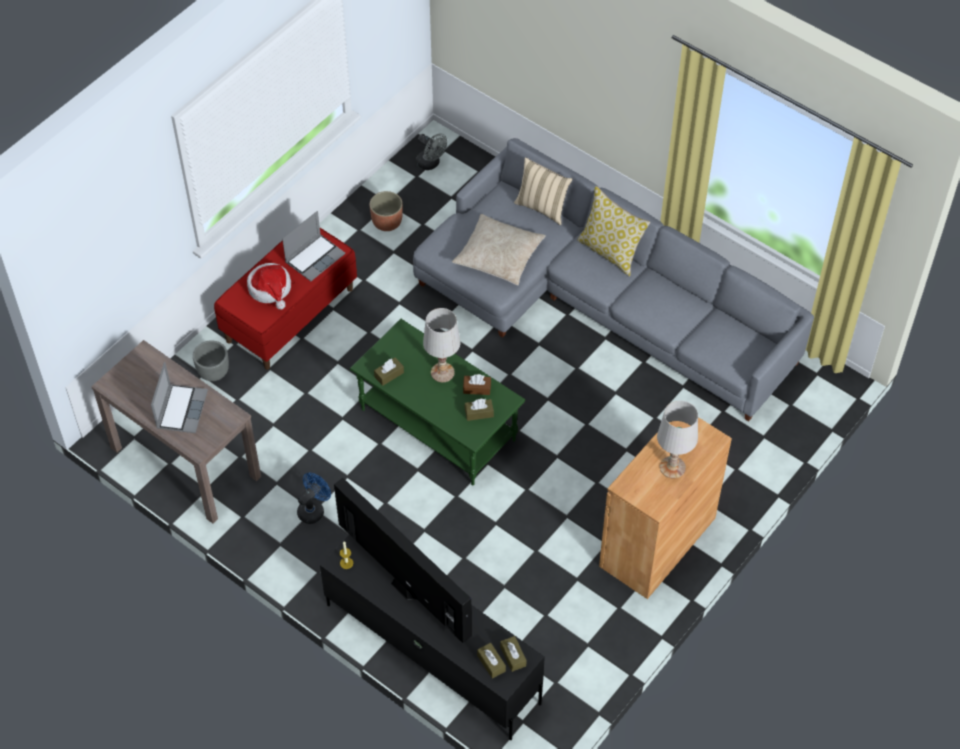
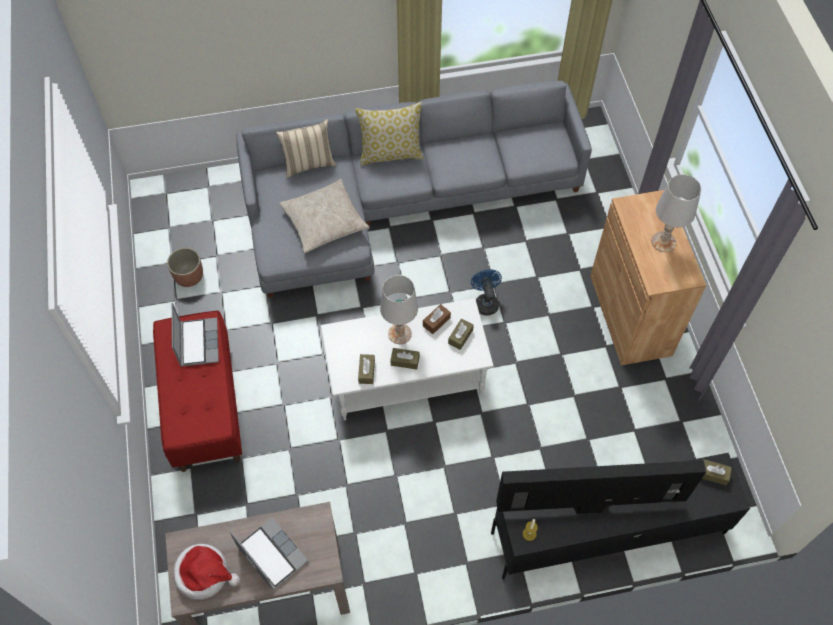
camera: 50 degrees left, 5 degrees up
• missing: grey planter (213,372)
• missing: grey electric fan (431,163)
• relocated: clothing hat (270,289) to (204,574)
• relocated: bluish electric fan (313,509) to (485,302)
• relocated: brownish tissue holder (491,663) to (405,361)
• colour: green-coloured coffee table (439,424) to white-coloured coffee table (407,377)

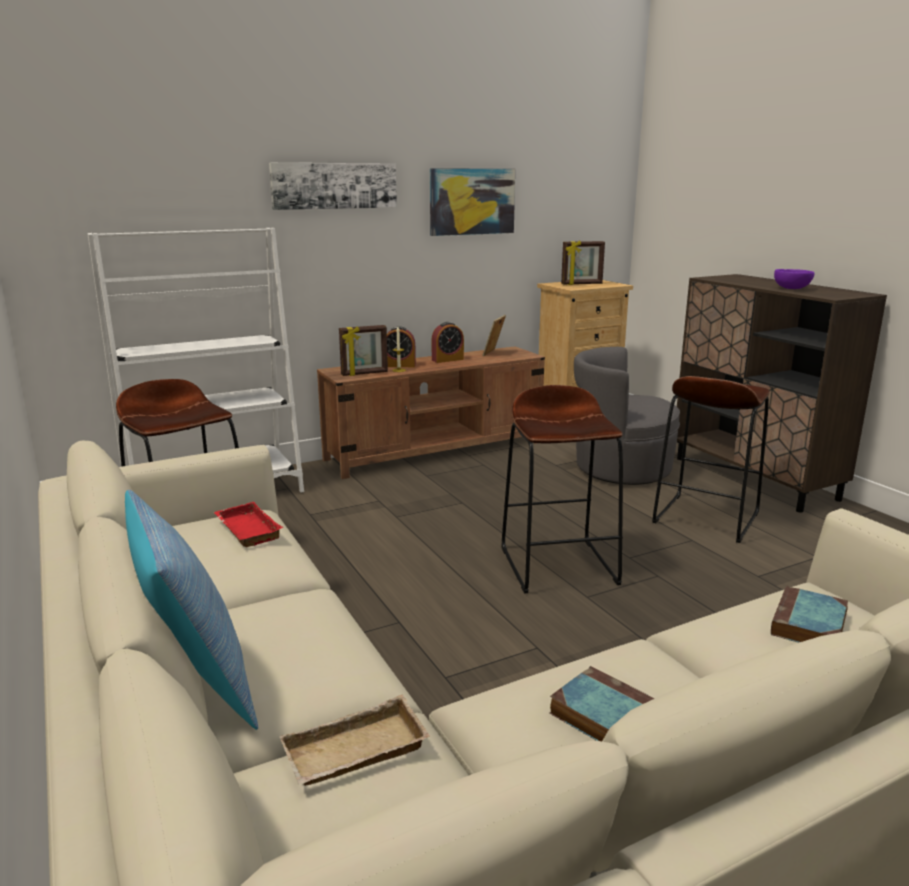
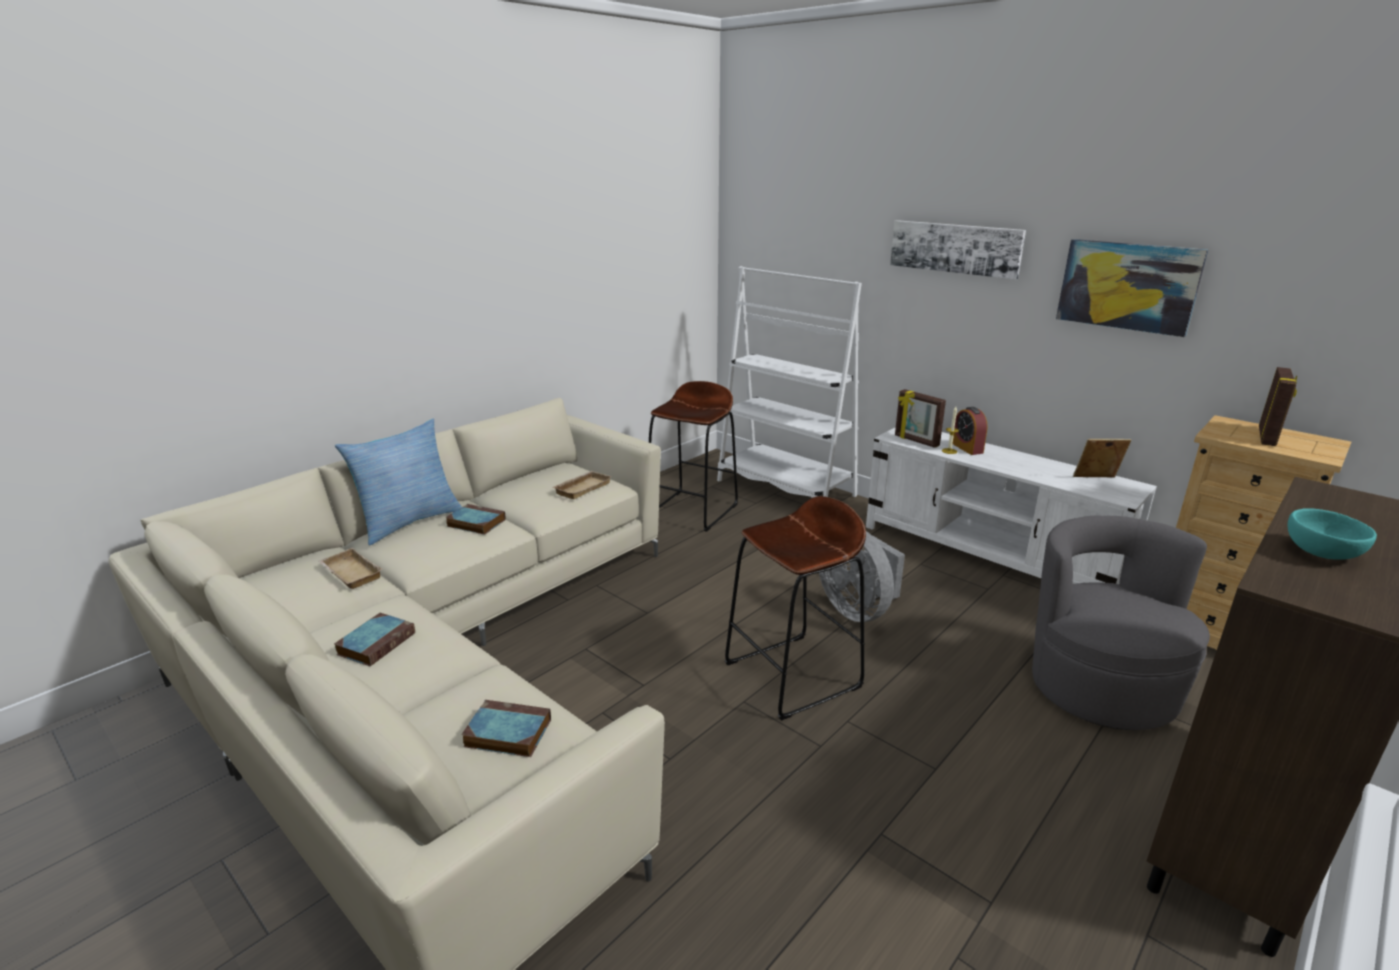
camera: 70 degrees right, 5 degrees up
• missing: alarm clock (447,360)
• missing: brownish stool (705,517)
• appeared: bound book (475,523)
• appeared: grey electric fan (857,609)
• colour: red tray (245,530) to sand-coloured tray (582,488)
• colour: brownish media console (436,451) to white-coloured media console (989,555)
• colour: purple bowl (791,288) to turquoise bowl (1319,552)
• spun: standing frame (582,284) = (1267,437) 120 degrees counterclockwise

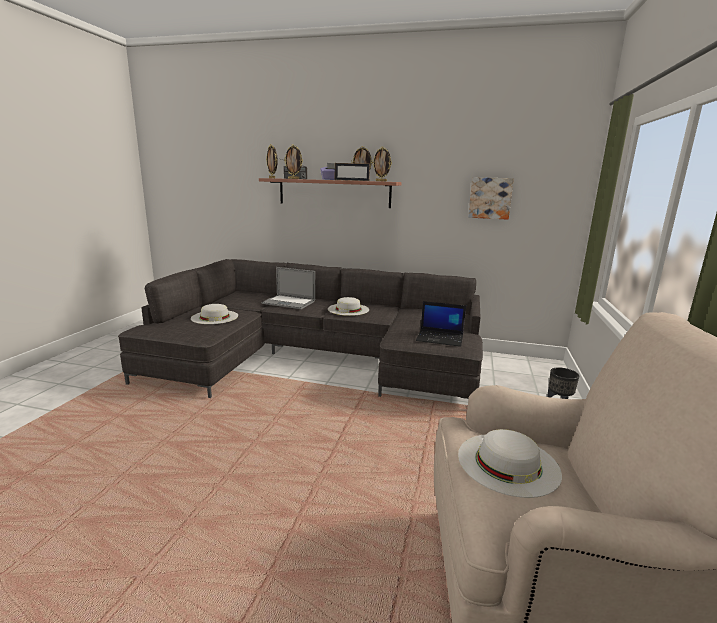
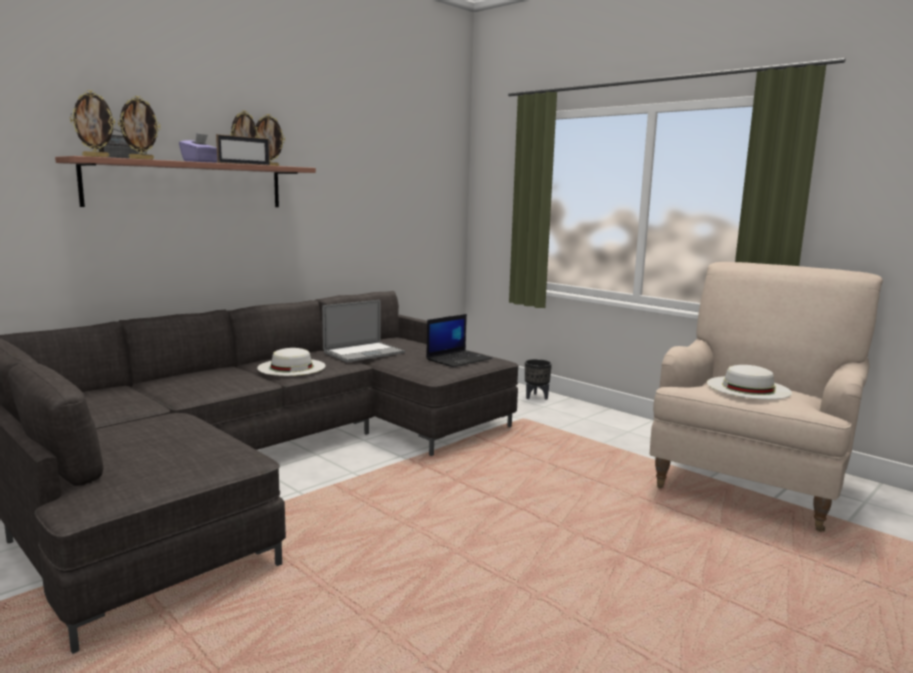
camera: 60 degrees left, 5 degrees down
• missing: white-coloured clothing hat (214,317)
• missing: wall picture (490,198)
• relocated: portable computer (288,302) to (364,353)

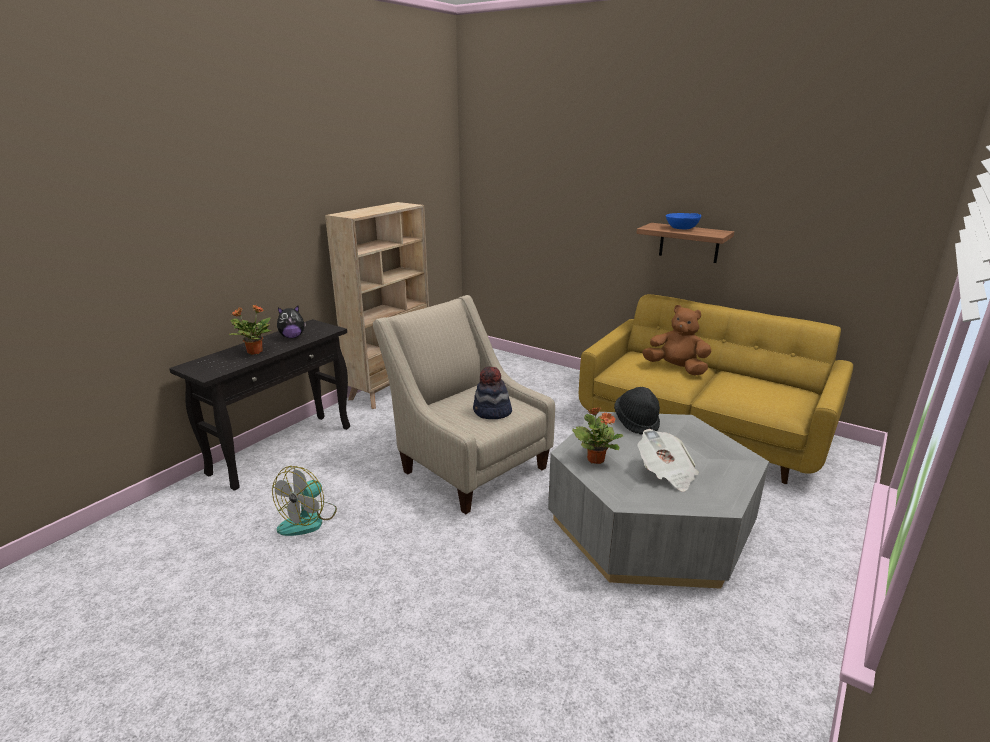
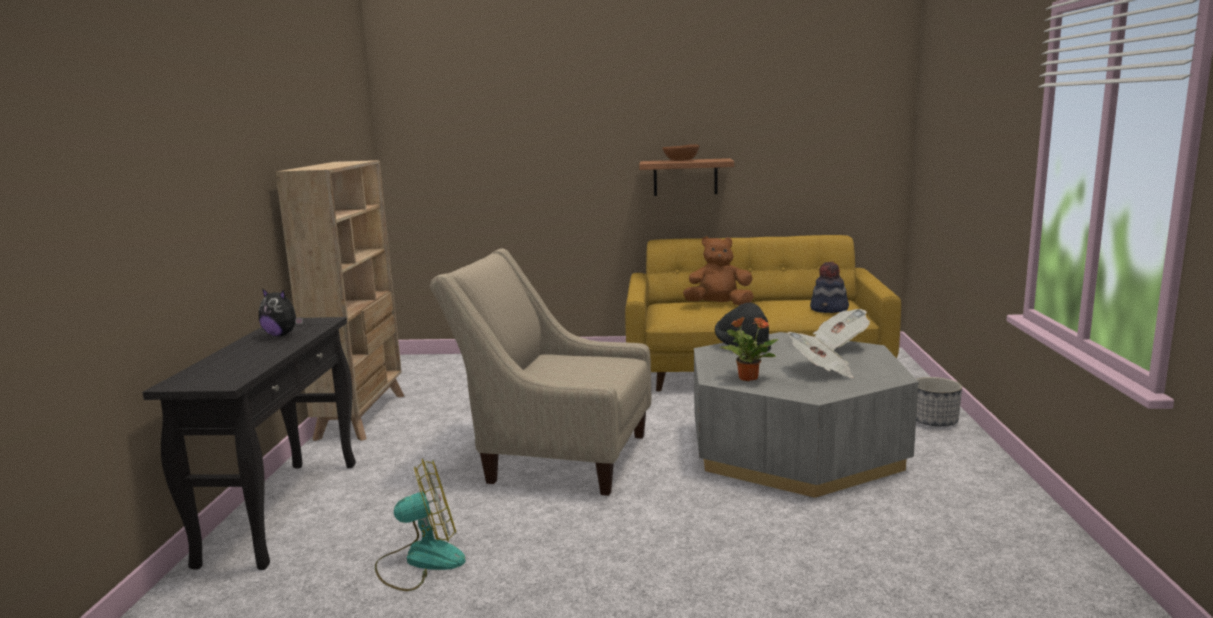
camera: 30 degrees left, 10 degrees down
• missing: houseplant (254,352)
• appeared: newspaper (835,346)
• appeared: planter (934,421)
• relocated: clothing hat (492,412) to (829,309)
• colour: bluish bowl (681,228) to brownish bowl (680,160)
• spun: electric fan (308,520) = (420,561) 105 degrees counterclockwise
• spun: plush toy (292,337) = (282,335) 75 degrees clockwise

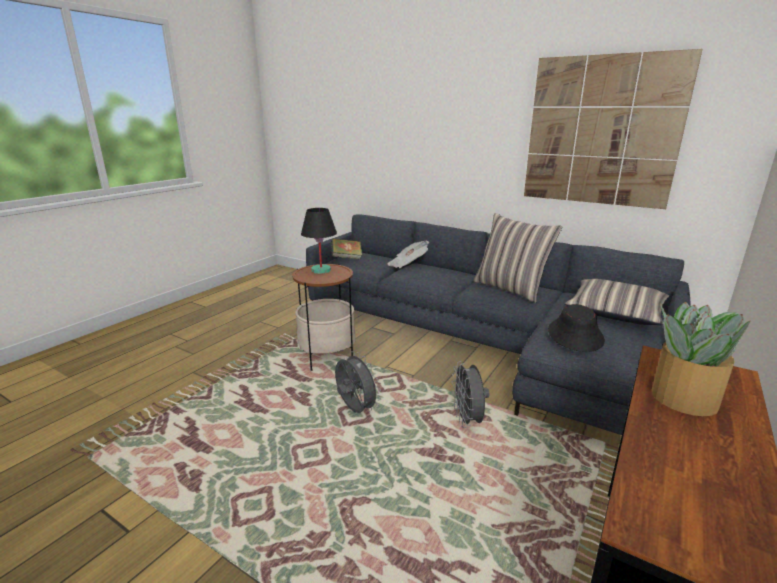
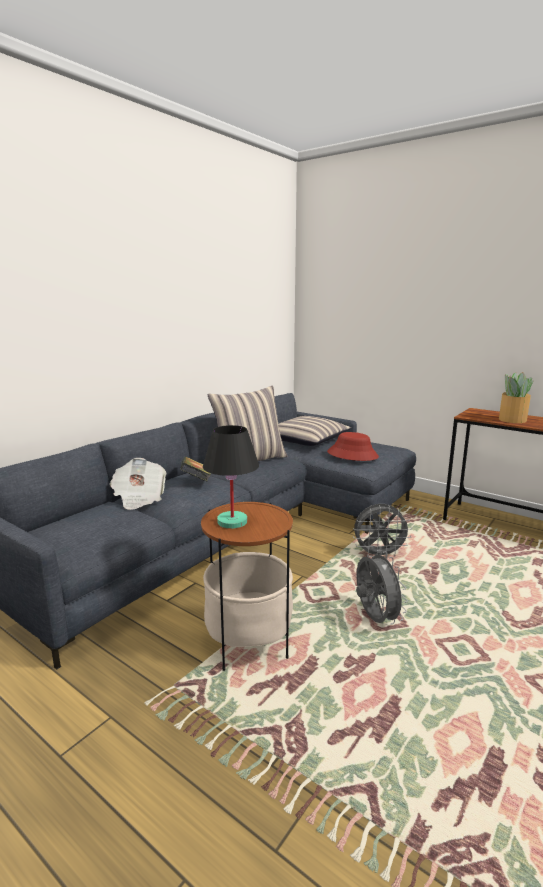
camera: 85 degrees left, 5 degrees down
• missing: wall picture (601,132)
• relocated: bound book (346,258) to (196,481)
• colour: black clothing hat (575,335) to red clothing hat (352,454)
• spun: grey electric fan (355,410) = (374,618) 105 degrees clockwise

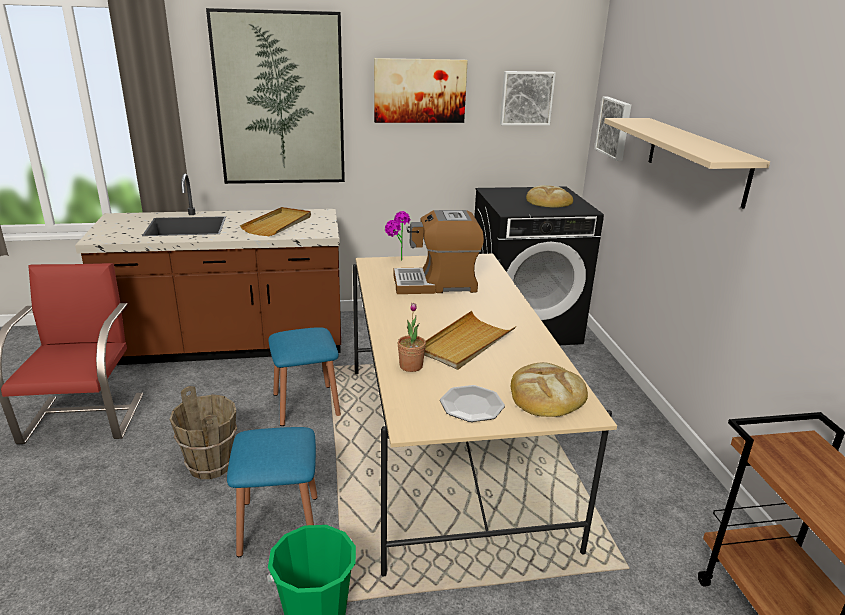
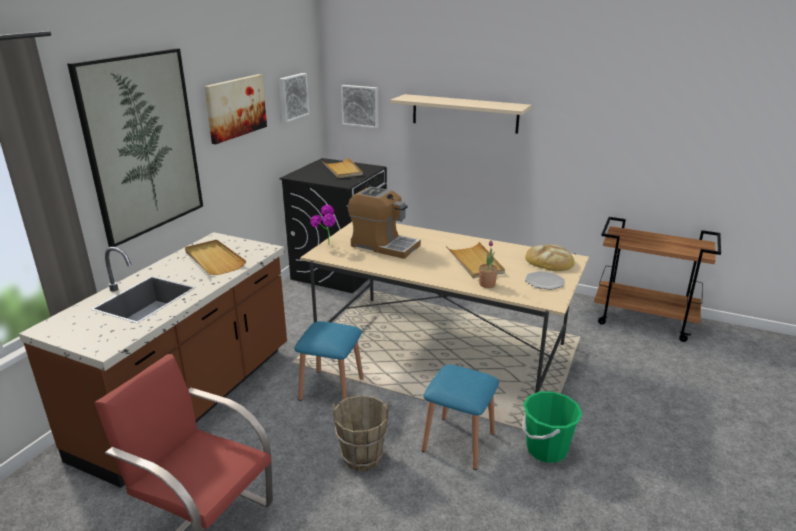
camera: 55 degrees left, 0 degrees up
• exchanged: bread (548,201) to sand-coloured tray (342,170)
• spun: coffee brewer (436,284) = (384,246) 90 degrees counterclockwise

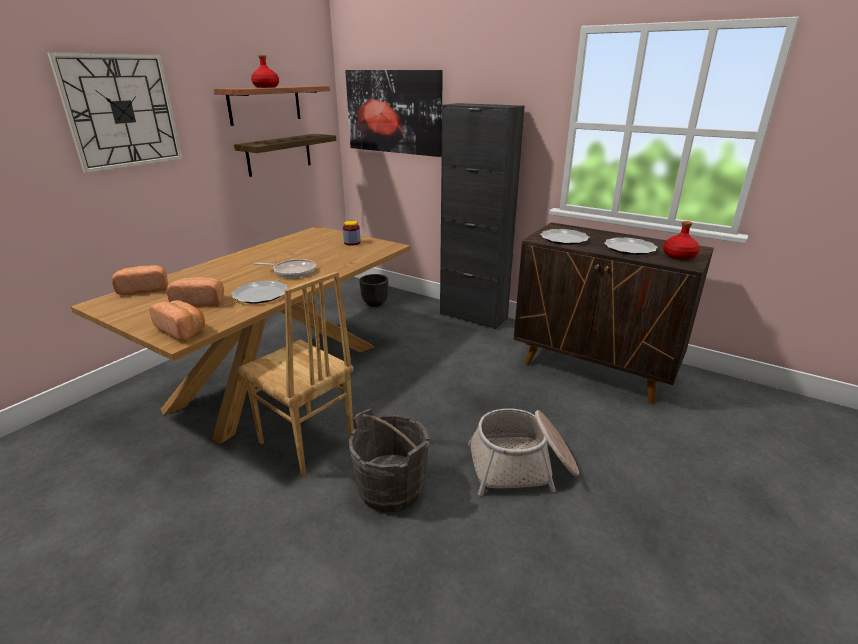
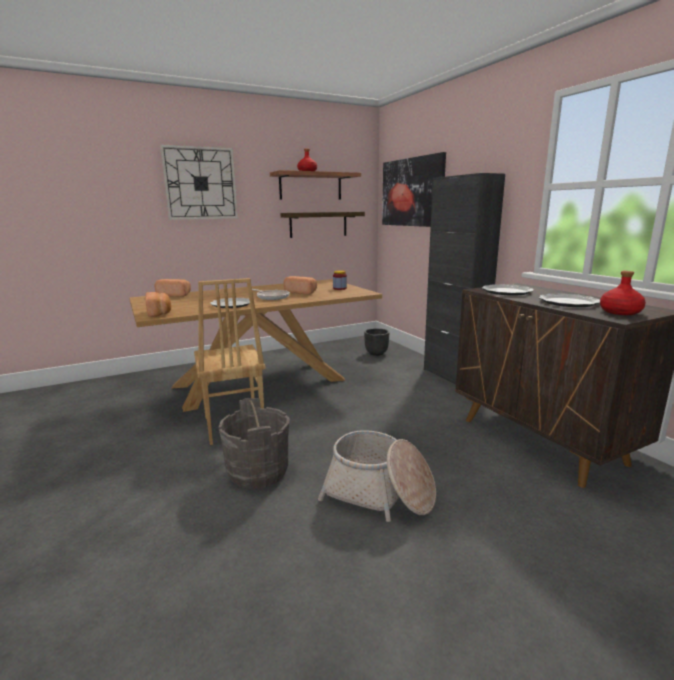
camera: 30 degrees right, 10 degrees down
• relocated: bread (200,302) to (302,292)

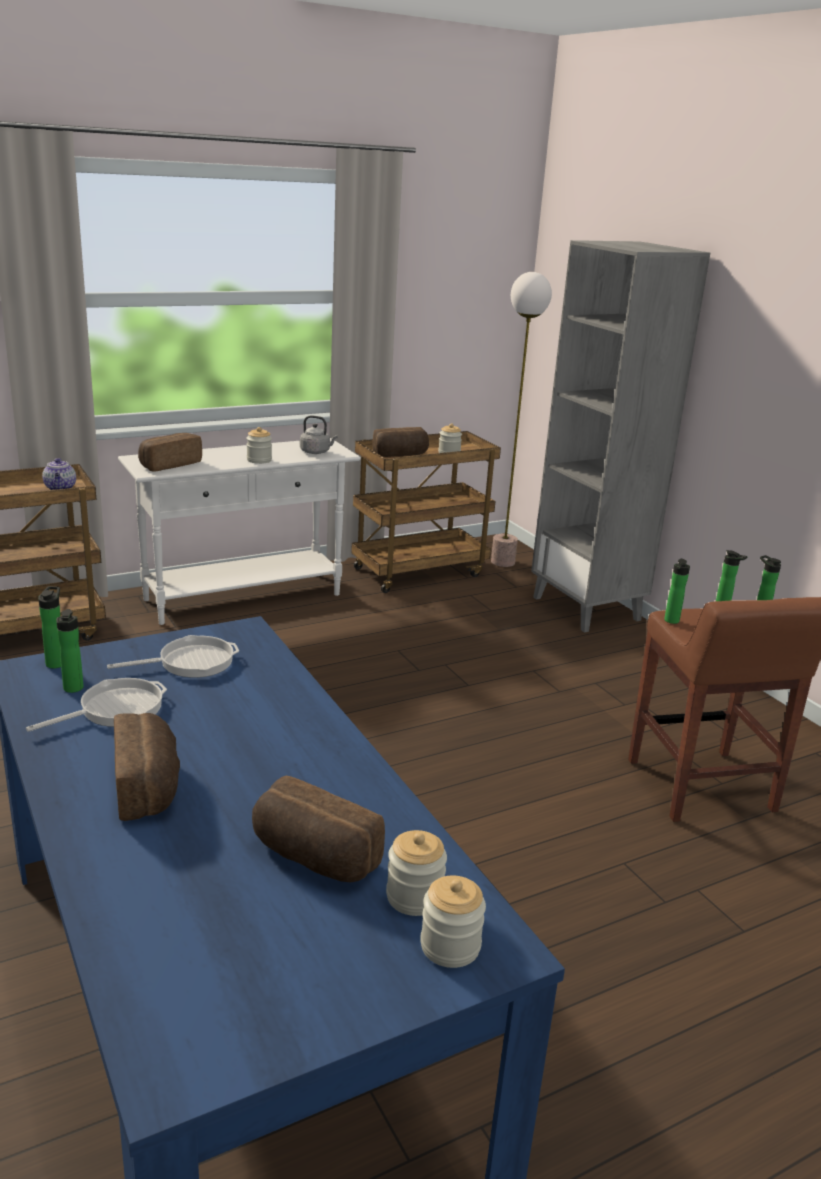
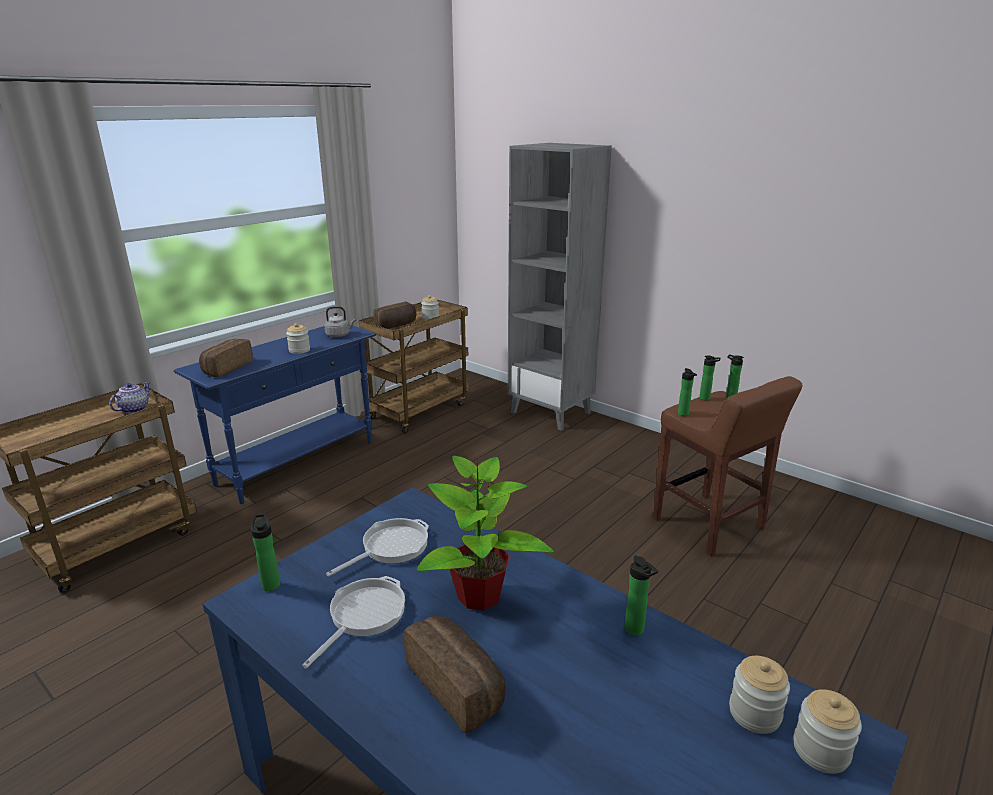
camera: 20 degrees left, 0 degrees up
• missing: bread (313,858)
• missing: floor lamp (503,562)
• appeared: houseplant (479,596)
• relocated: beverage bottle (73,689) to (636,631)
• colour: white-coloured console table (244,597) to bluish console table (298,463)
• spun: pot for tea (60,488) = (134,409) 120 degrees counterclockwise

